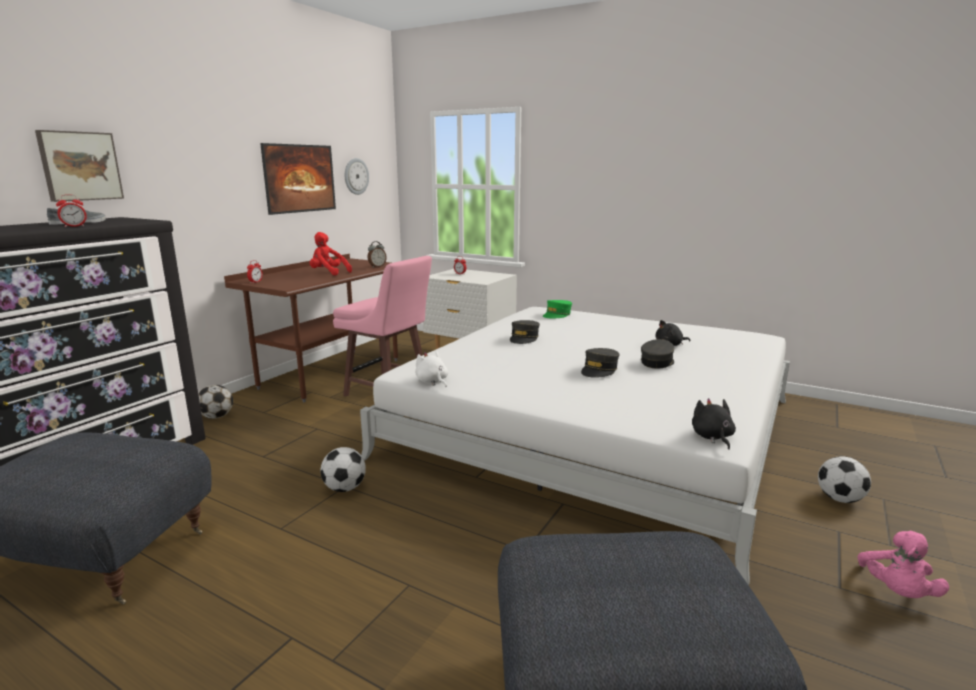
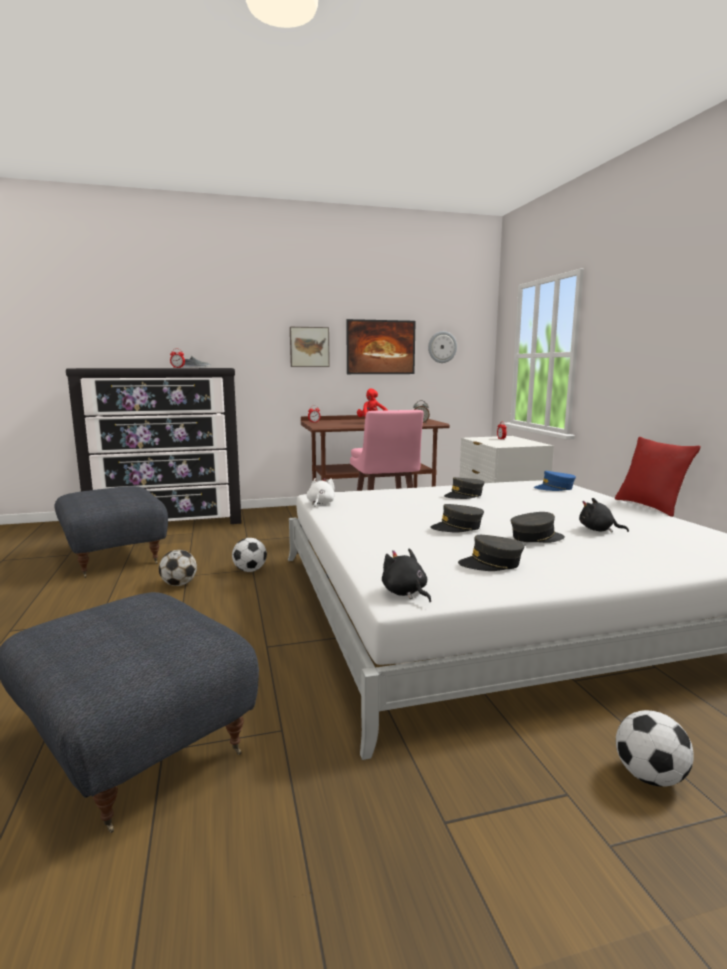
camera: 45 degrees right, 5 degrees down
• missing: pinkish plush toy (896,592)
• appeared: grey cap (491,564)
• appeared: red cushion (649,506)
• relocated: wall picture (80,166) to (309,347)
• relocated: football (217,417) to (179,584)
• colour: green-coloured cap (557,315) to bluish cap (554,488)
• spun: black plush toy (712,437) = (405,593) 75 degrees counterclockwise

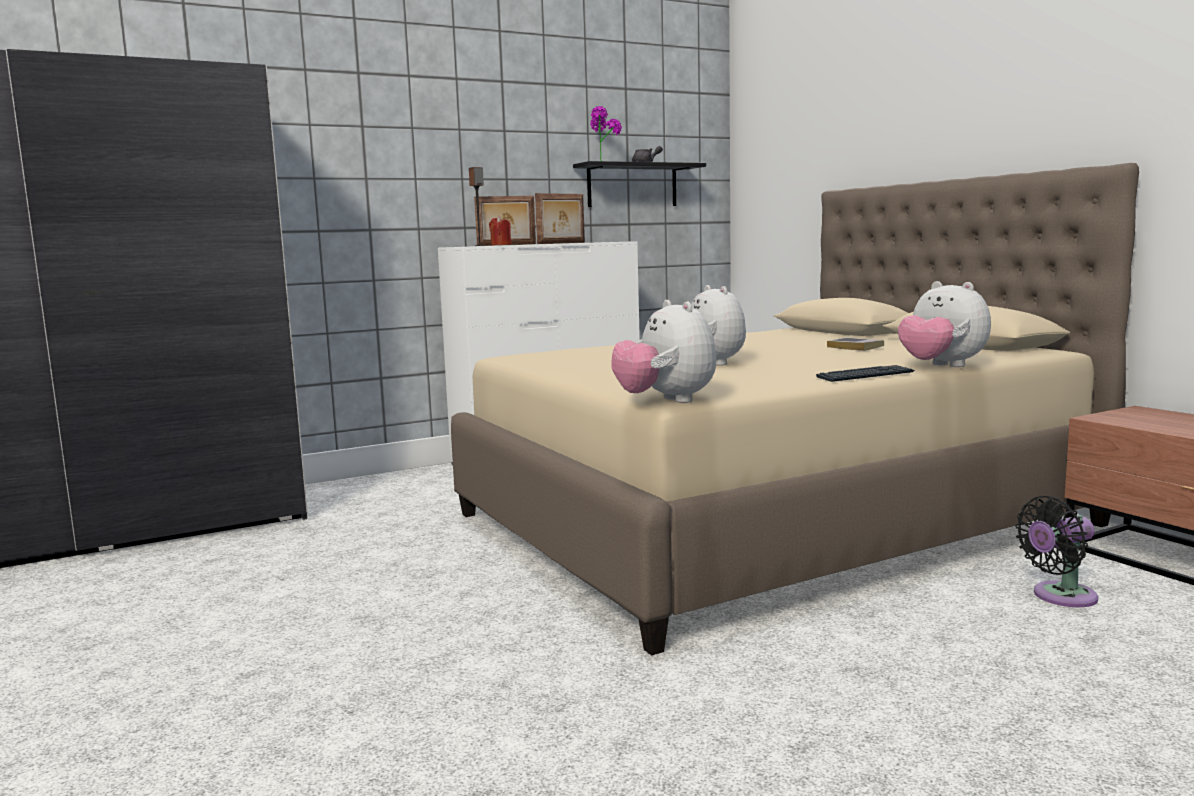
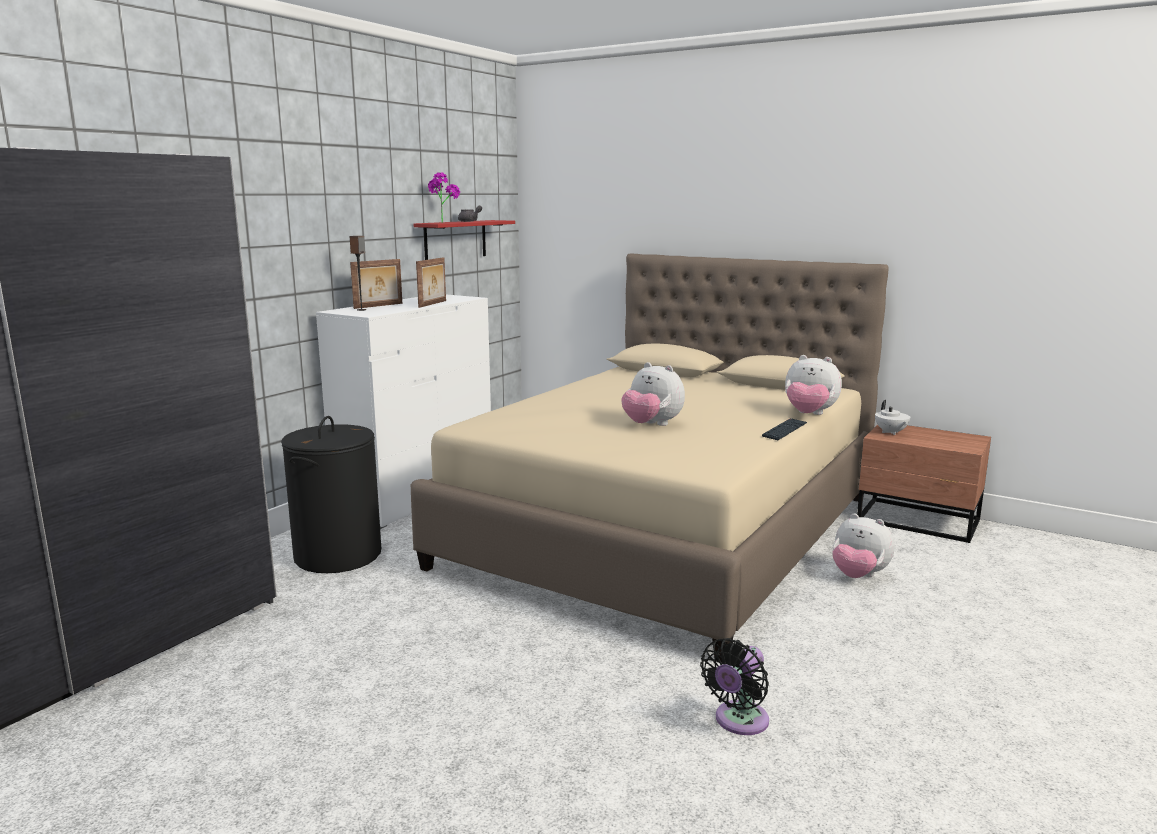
camera: 30 degrees left, 5 degrees up
• missing: red wax candle (500,245)
• missing: bound book (855,348)
• appeared: black laundry basket (337,555)
• appeared: white-coloured pot for tea (890,432)
• relocated: plush toy (665,401) to (858,576)
• relocated: black electric fan (1059,596) to (738,721)
• colour: black bracket shelf (632,185) to red bracket shelf (455,240)

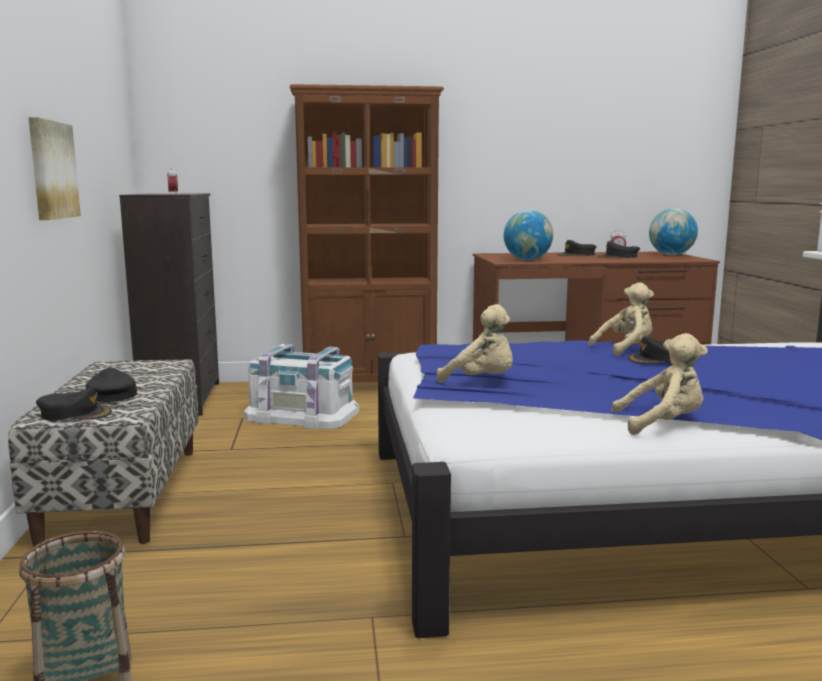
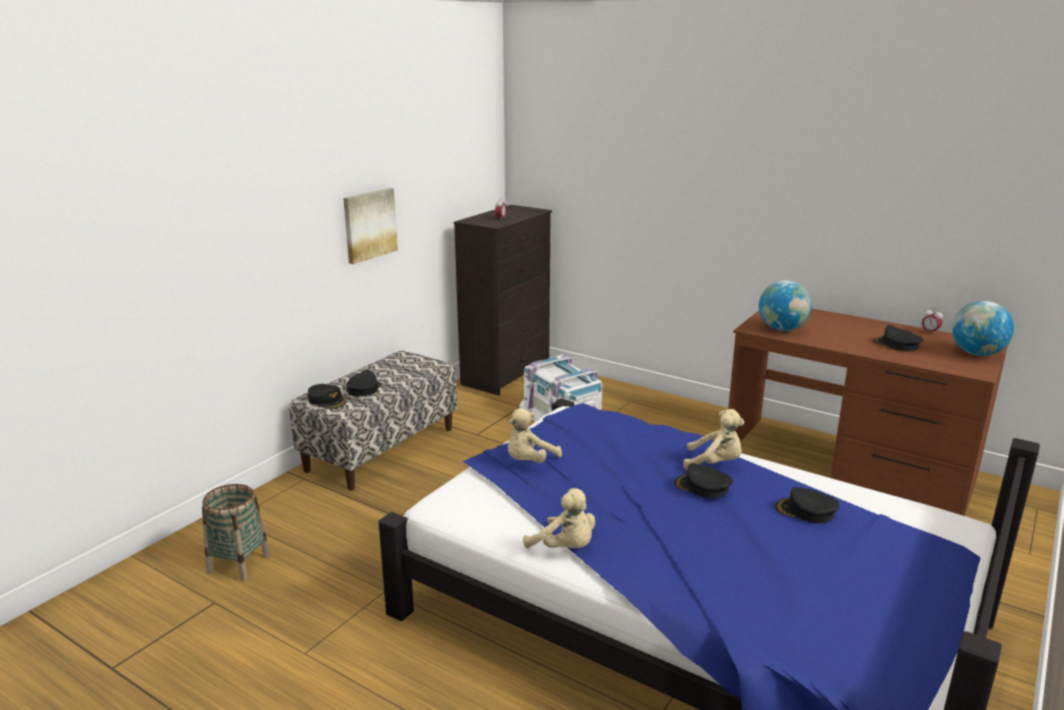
camera: 40 degrees right, 10 degrees up
• missing: brownish shelving unit (370,386)
• relocated: black cap (577,255) to (806,511)
• spun: sand-coloured plush toy (482,381) = (529,461) 60 degrees clockwise

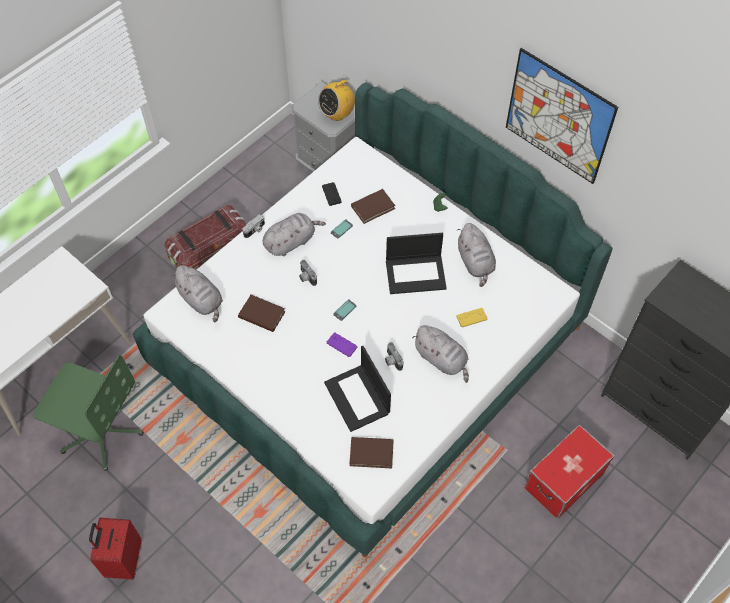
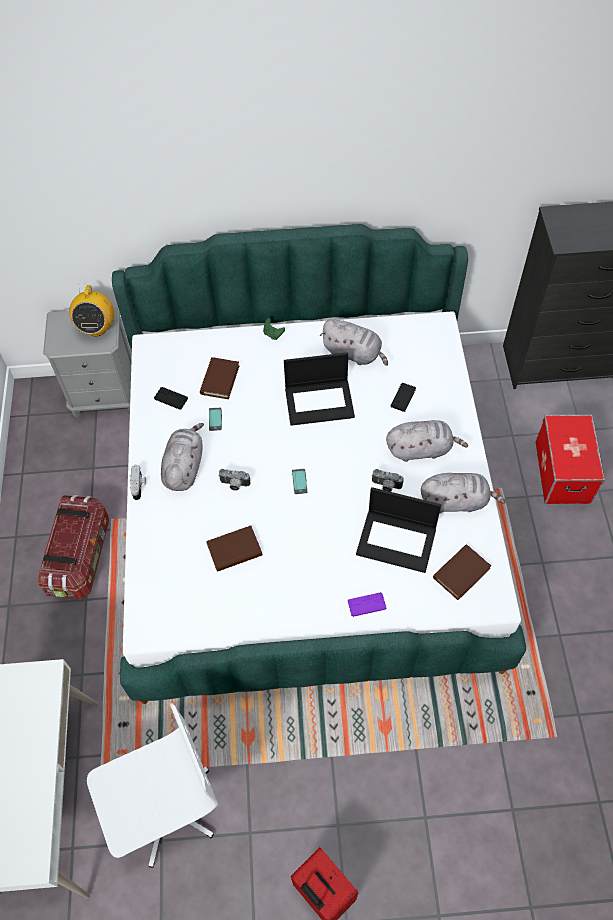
camera: 45 degrees left, 0 degrees up
• missing: wall picture (558,117)
• relocated: grey plush toy (201,300) to (456,501)
• relocated: purple game controller (341,345) to (366,604)
• colour: green-coloured desk chair (101,431) to white-coloured desk chair (165,808)
• colour: yellowish game controller (471,318) to black game controller (403,397)
• spun: portable computer (416,274) = (320,402) 45 degrees clockwise

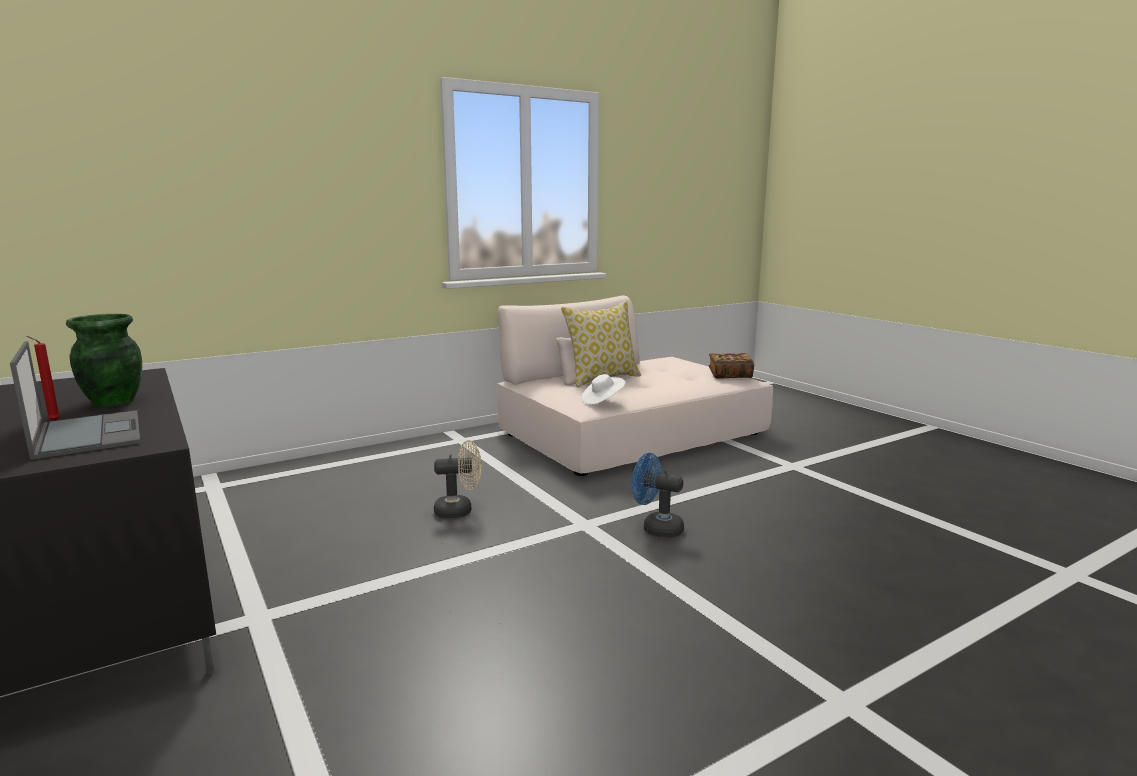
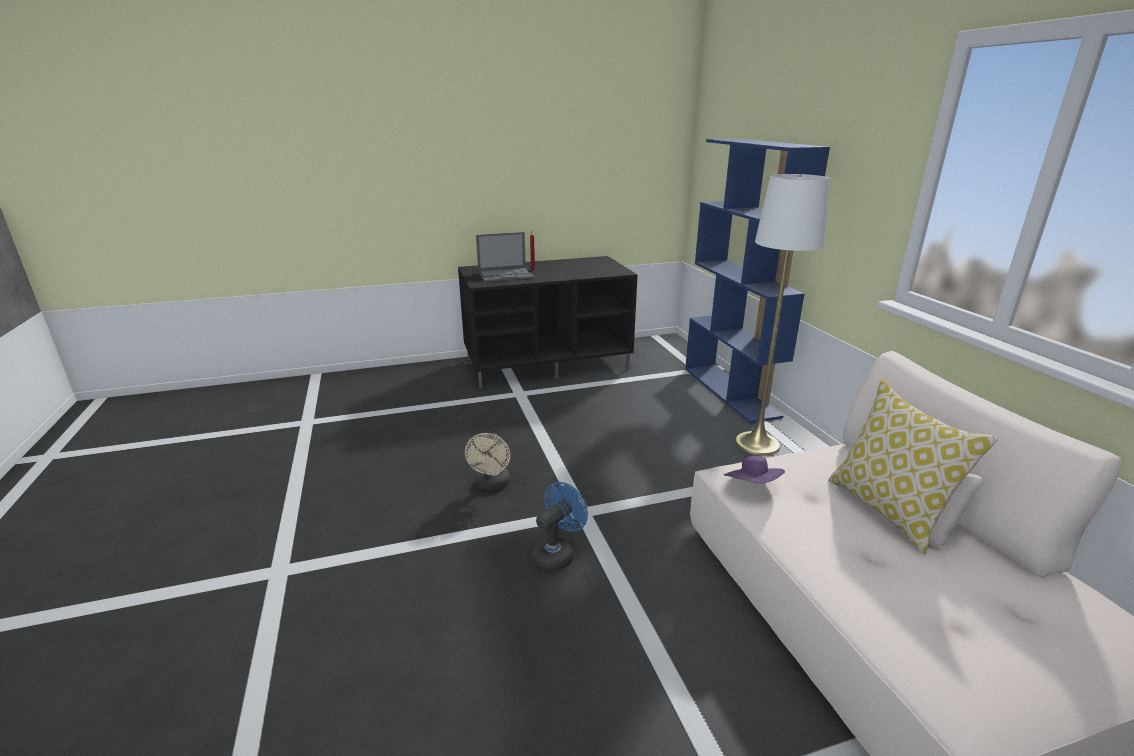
camera: 105 degrees right, 10 degrees up
• missing: green-coloured decorative vase (113,402)
• missing: bound book (730,375)
• appeared: bluish shelving unit (731,391)
• appeared: white-coloured floor lamp (757,443)
• relocated: sand-coloured electric fan (459,510) to (492,485)
• colour: white-coloured clothing hat (602,401) to purple clothing hat (752,486)

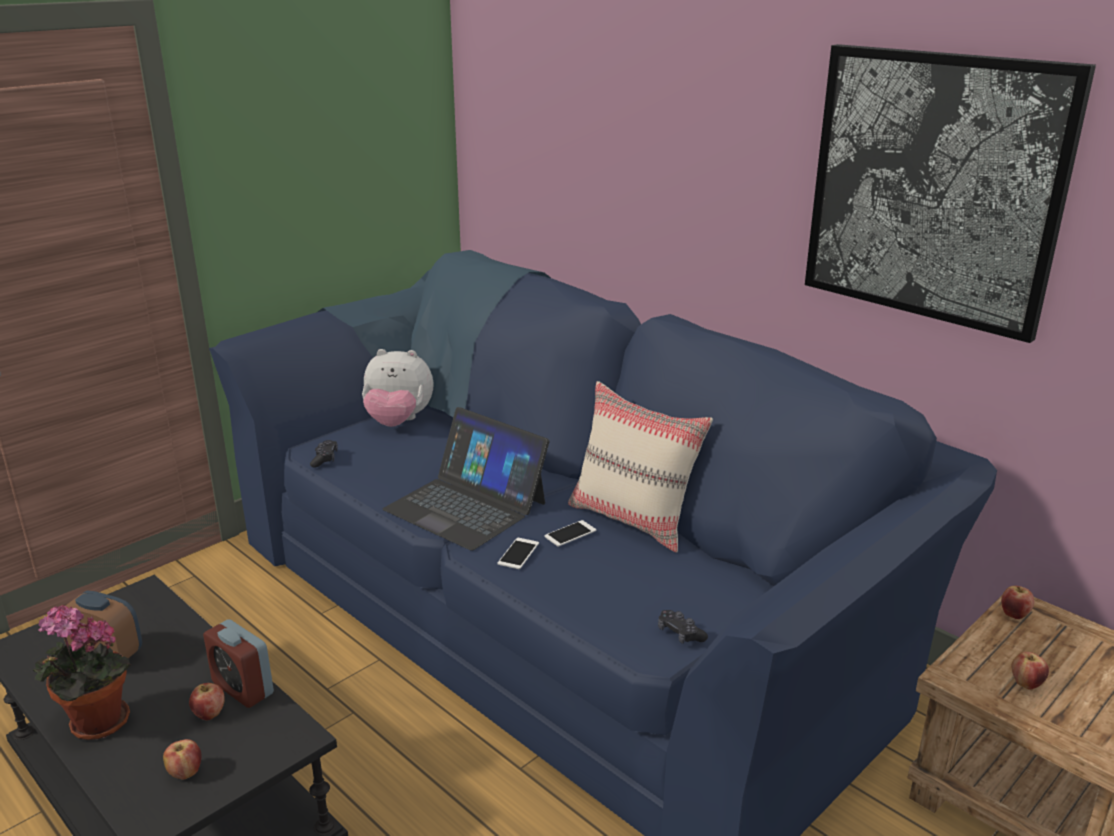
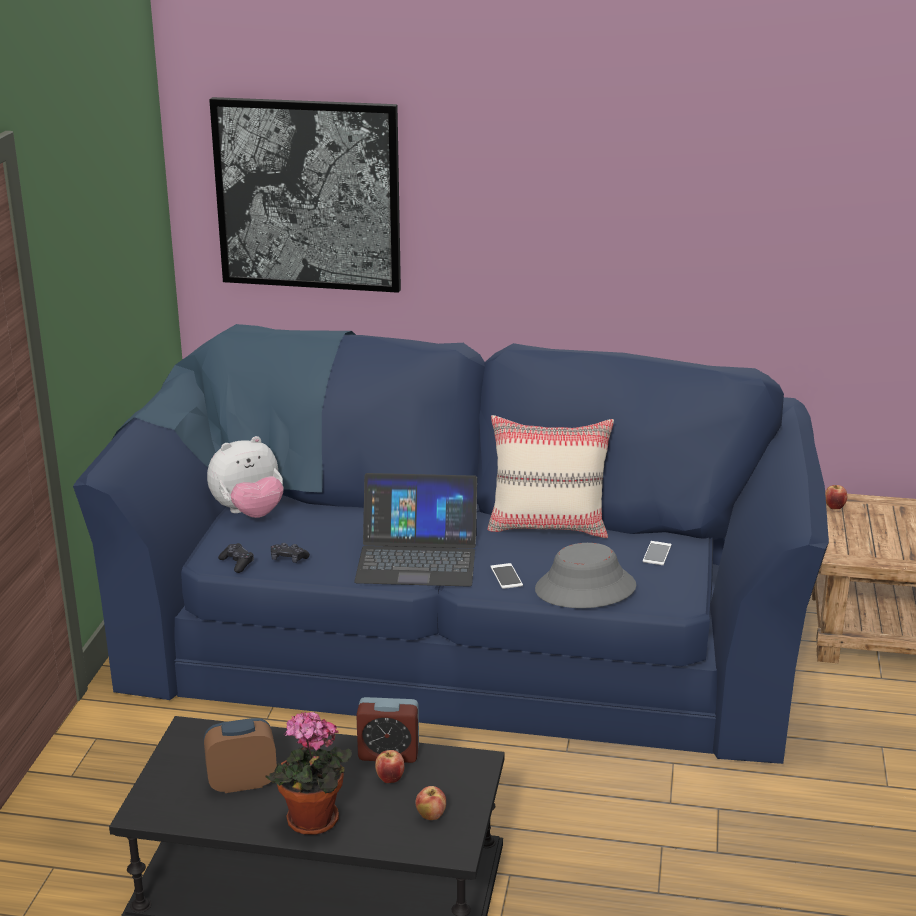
camera: 35 degrees left, 0 degrees up
• missing: whole apple (1026,683)
• appeared: grey clothing hat (585,589)
• relocated: phone (570,533) to (657,553)
• relocated: black game controller (680,634) to (288,559)
• relocated: wall picture (934,188) to (308,195)

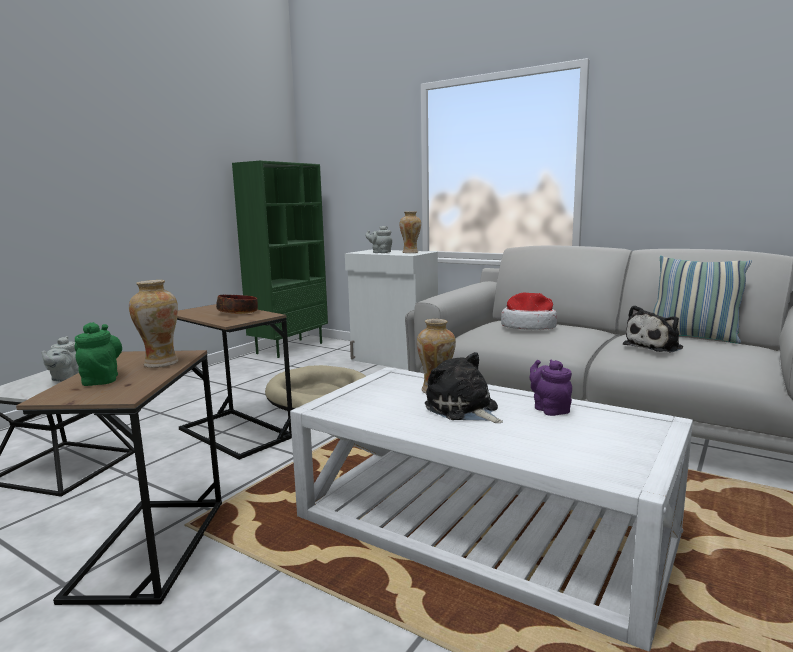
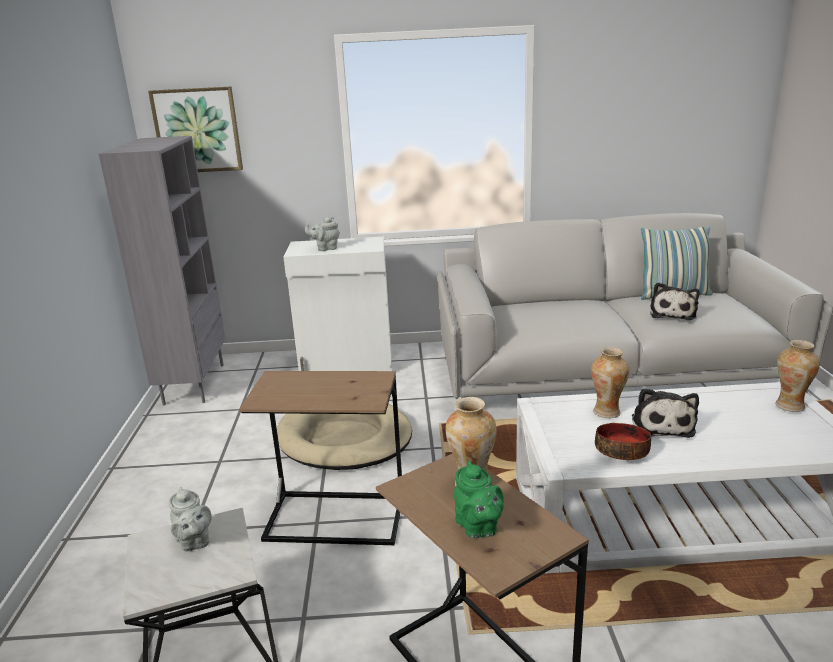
camera: 35 degrees left, 10 degrees up
• missing: clothing hat (528,327)
• missing: purple pot for tea (549,409)
• appeared: wall picture (197,130)
• relocated: bowl (238,313) to (622,451)
• relocated: decorative vase (410,252) to (790,405)
• colour: green-coloured shelving unit (289,348) to grey shelving unit (193,383)
• spun: green-coloured pot for tea (101,379) = (478,528) 150 degrees counterclockwise
• spun: plush toy (463,409) = (661,425) 105 degrees counterclockwise

